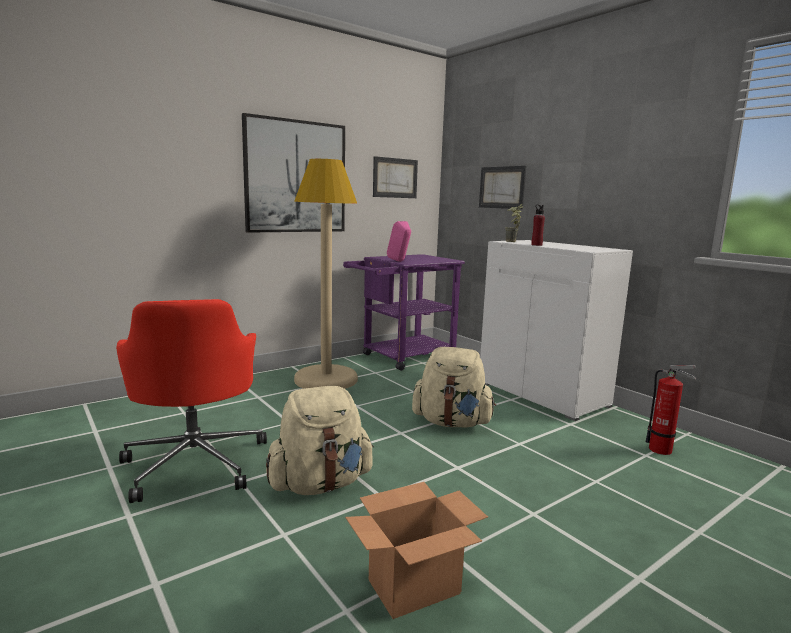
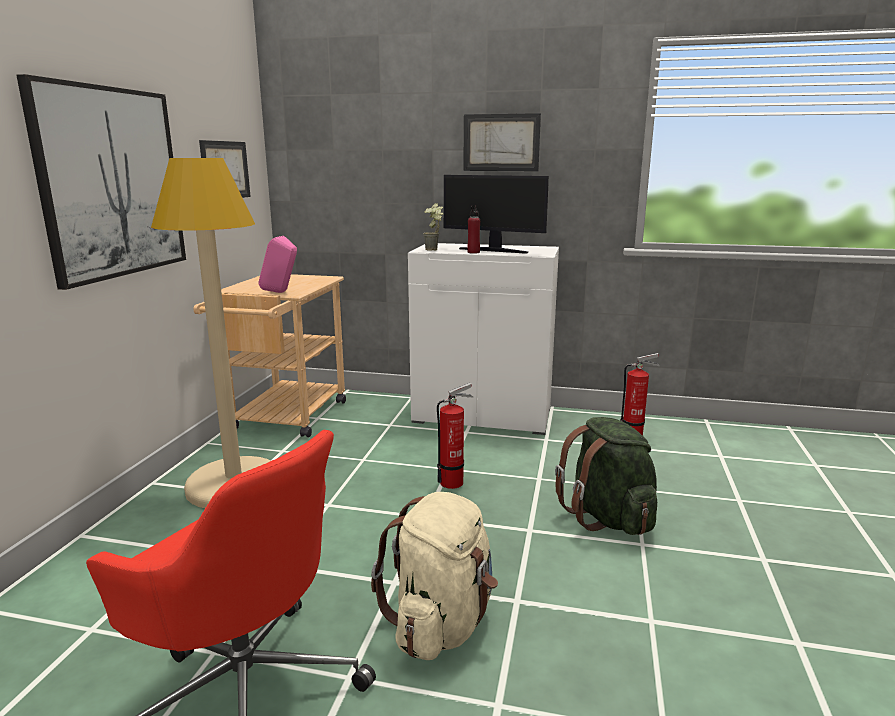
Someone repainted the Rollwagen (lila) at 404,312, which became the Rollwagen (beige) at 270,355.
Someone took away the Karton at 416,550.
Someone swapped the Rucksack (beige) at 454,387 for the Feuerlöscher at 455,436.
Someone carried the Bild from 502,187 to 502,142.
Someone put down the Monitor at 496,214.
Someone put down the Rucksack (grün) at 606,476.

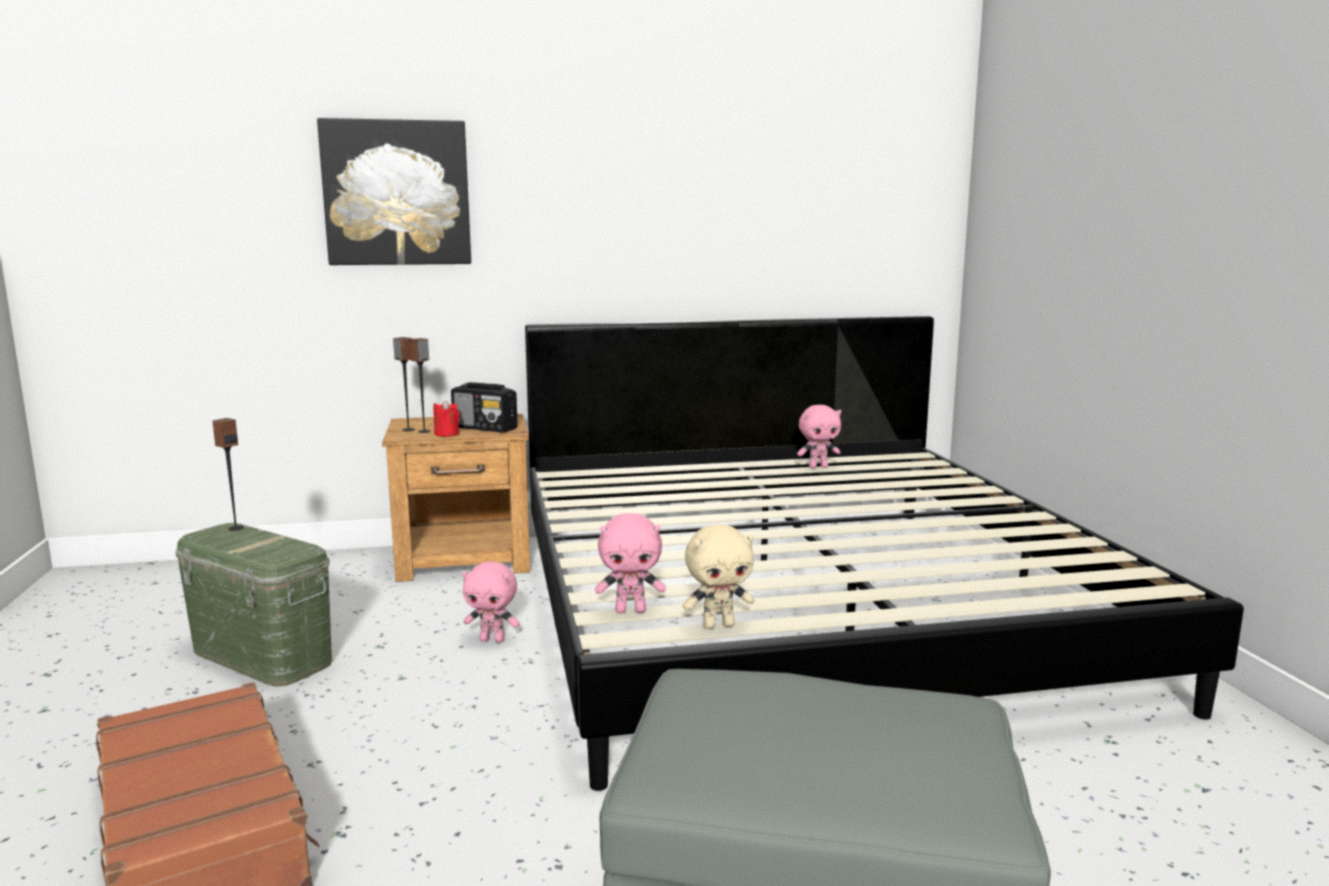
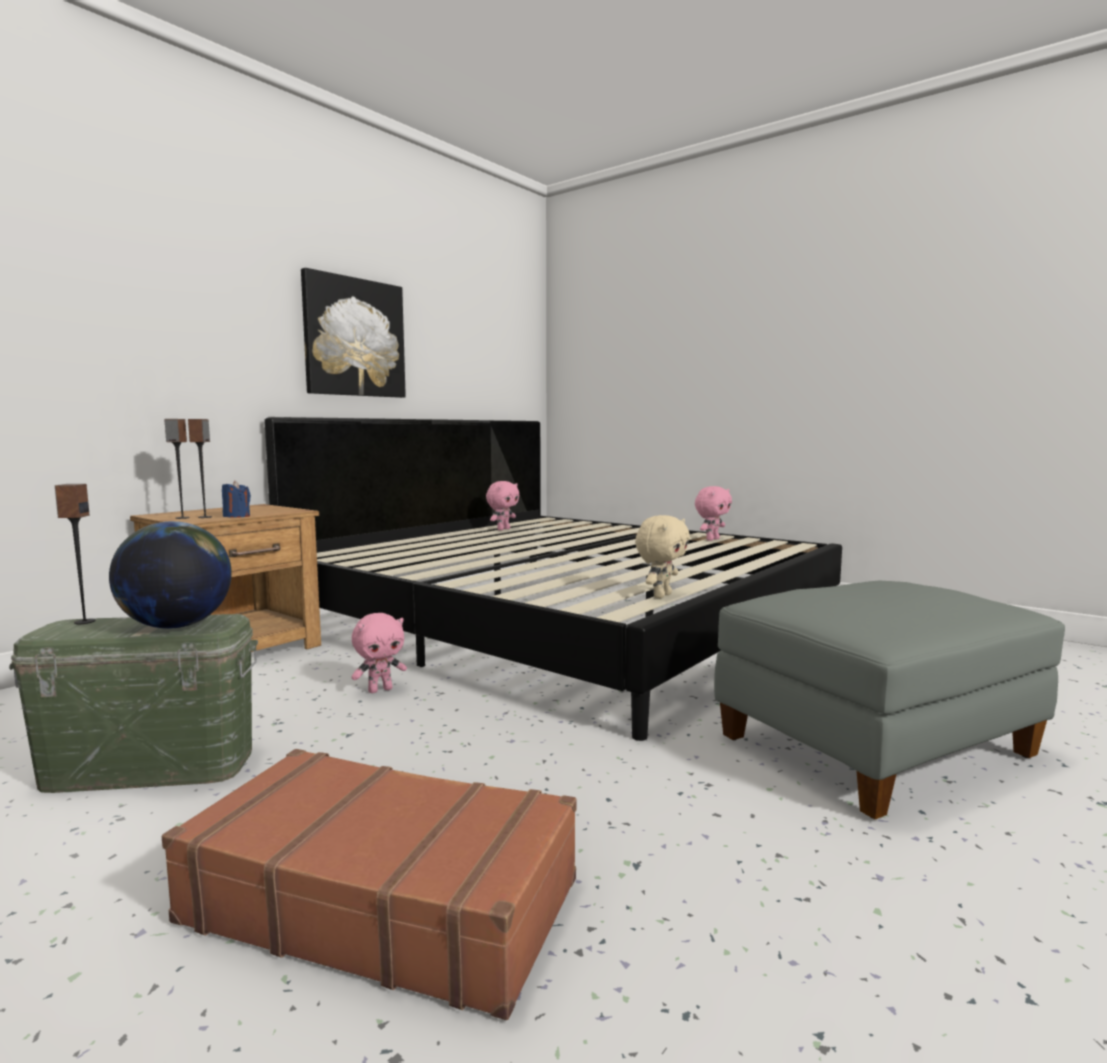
Someone carried the Bild from 394,191 to 353,333.
Someone repainted the Kerze (rot) at 446,418, which became the Kerze (blau) at 236,499.
Someone took away the Radio at 484,407.
Someone carried the Plüschtier (rosa) from 630,563 to 713,513.
Someone put down the Globus at 170,575.

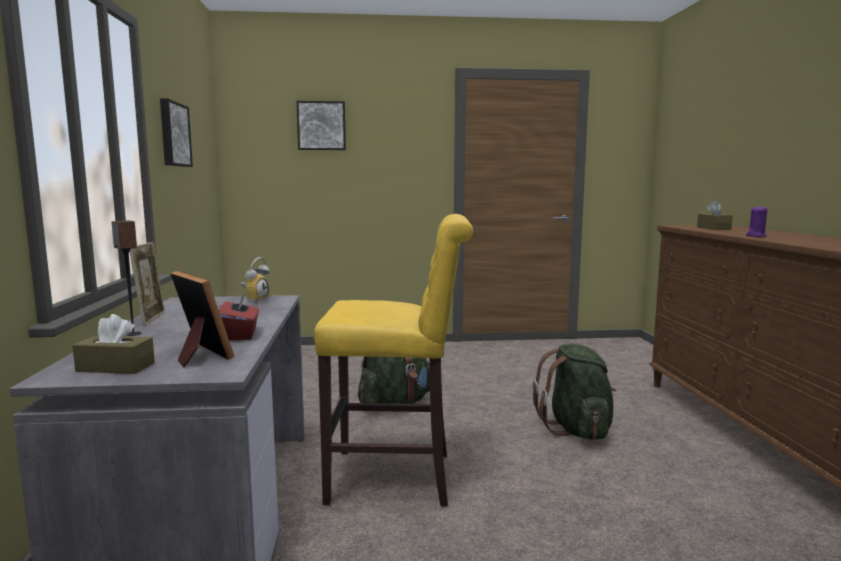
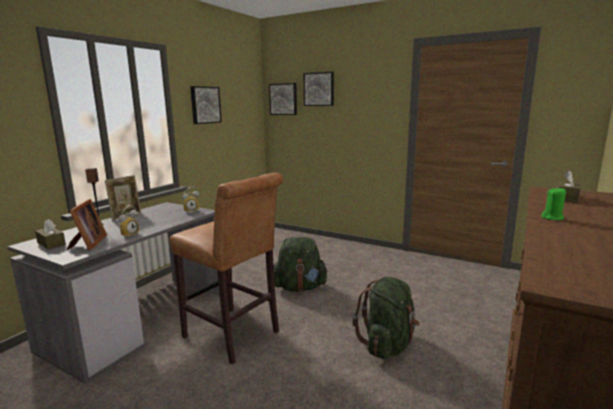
Someone swapped the Taschentuchbox (rot) at 239,316 for the Wecker at 128,221.
Someone repainted the Hocker (gelb) at 393,360, which became the Hocker (braun) at 226,268.
Someone repainted the Kerze (lila) at 756,221, which became the Kerze (grün) at 553,203.
Someone put up the Bild at 283,99.

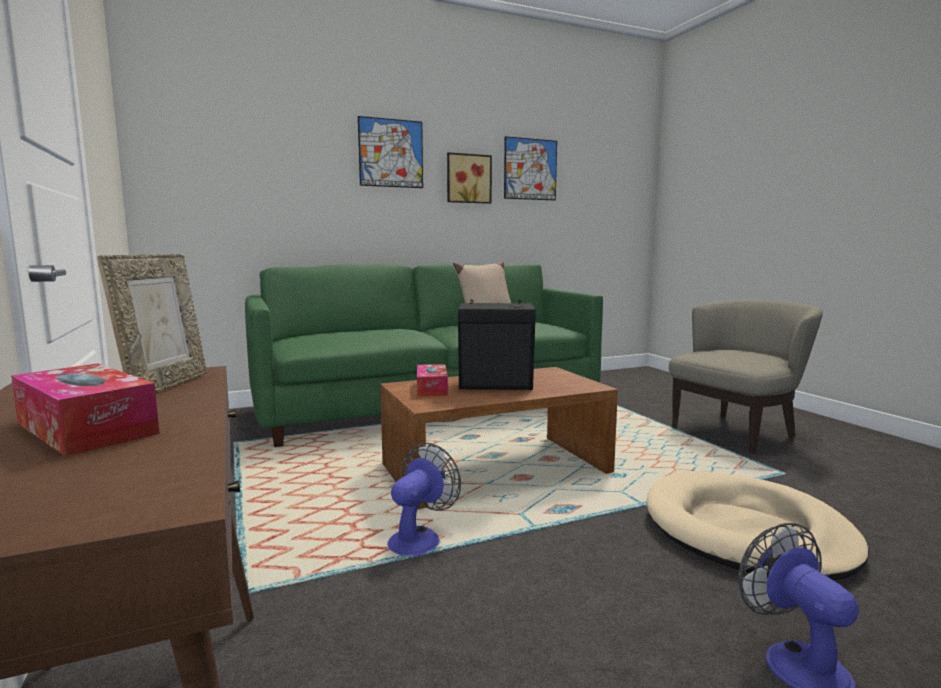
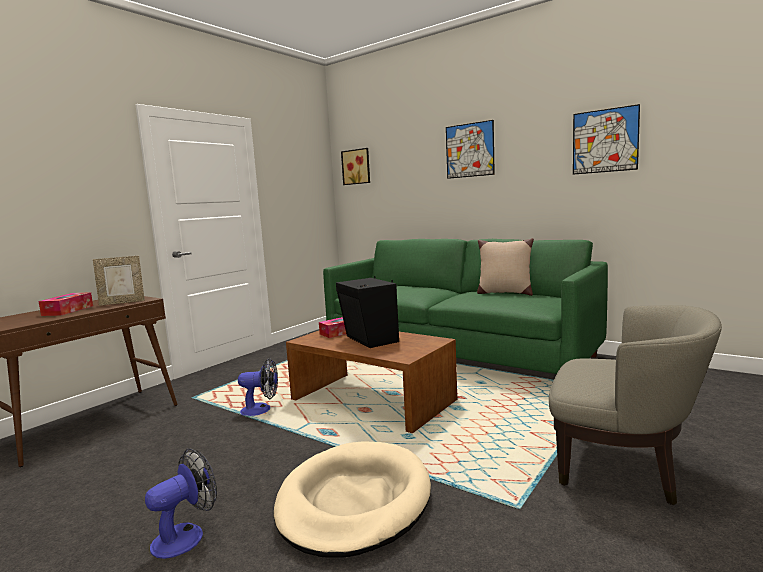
Someone carried the Bild from 469,178 to 355,166.

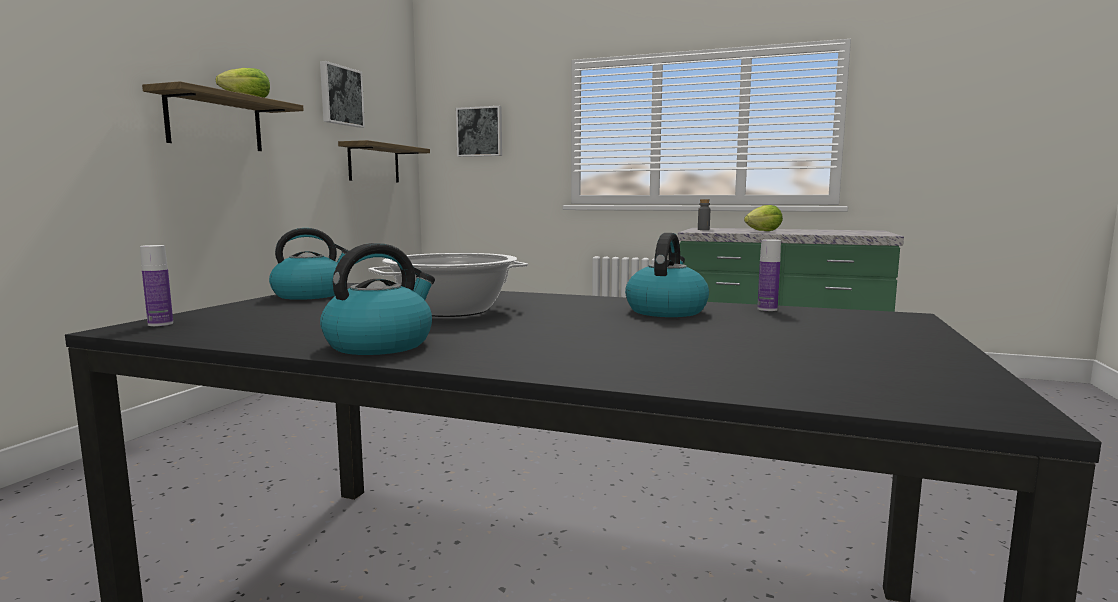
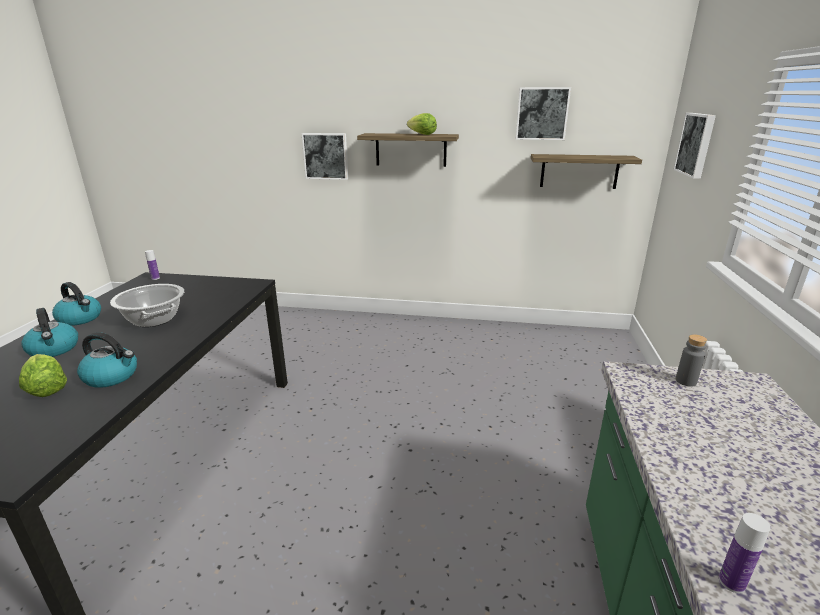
Someone carried the Wasserkessel from 309,264 to 49,332.
Someone carried the Salatkopf from 763,218 to 43,375.
Someone carried the Flasche from 769,275 to 745,553.
Someone put up the Bild at 325,156.

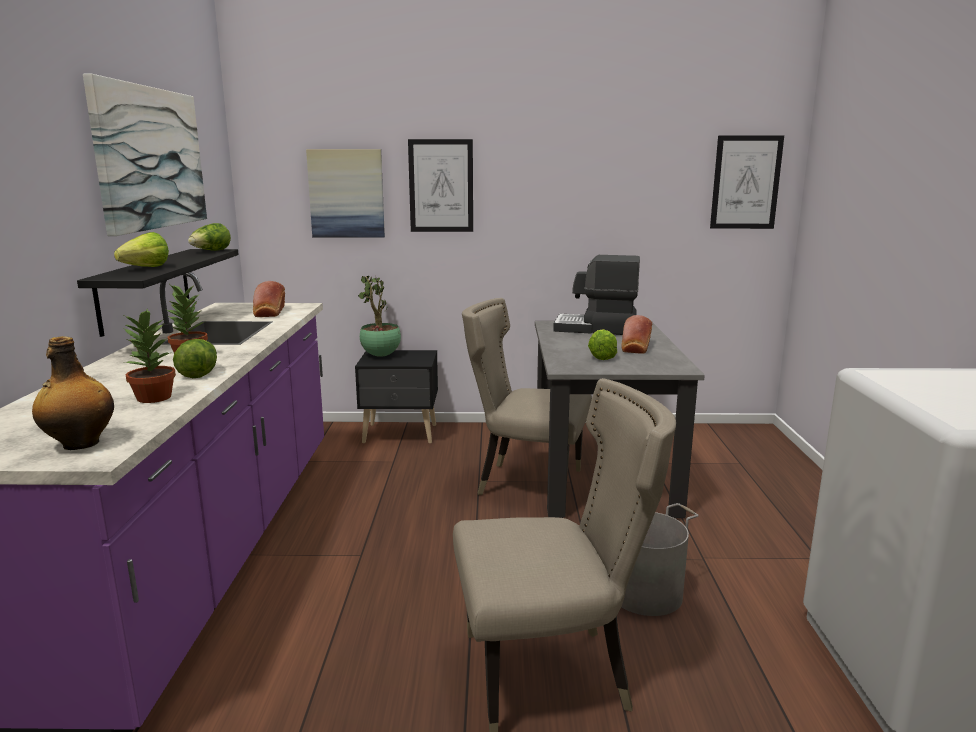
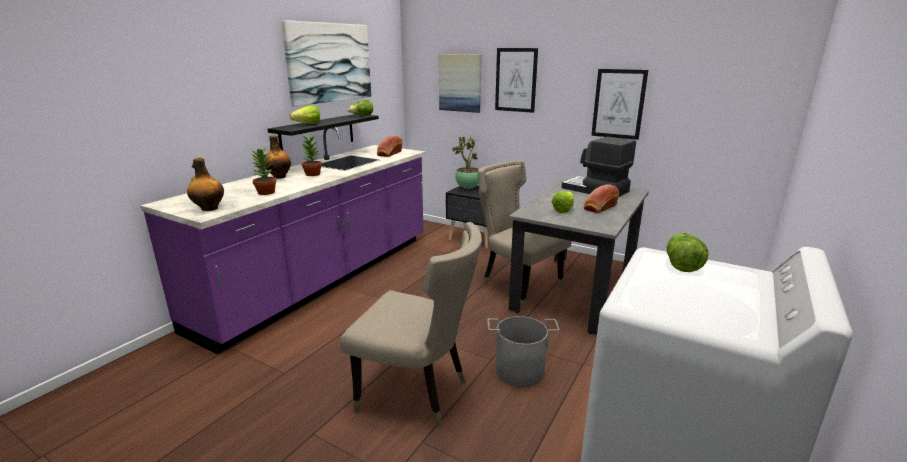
Someone carried the Salatkopf from 195,358 to 688,252.
Someone carried the Bild from 747,182 to 619,104.
Someone put down the Flasche at 278,157.

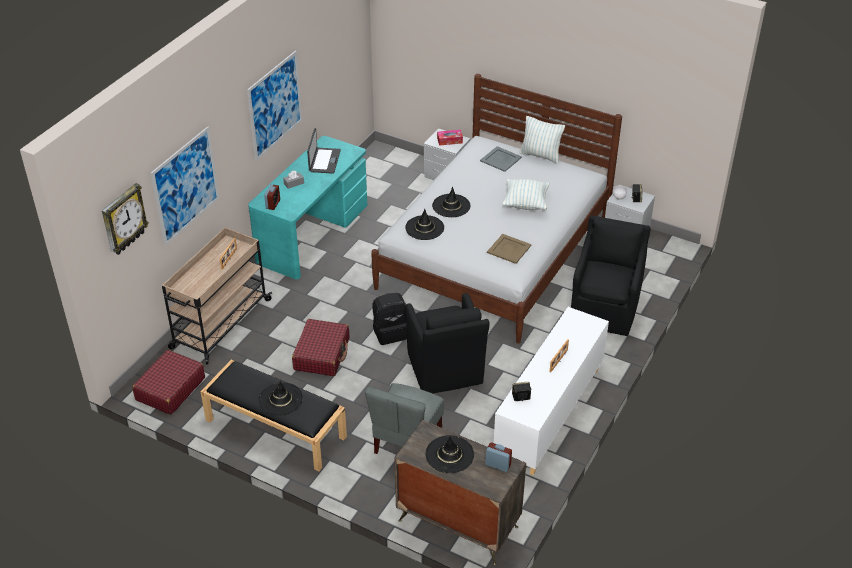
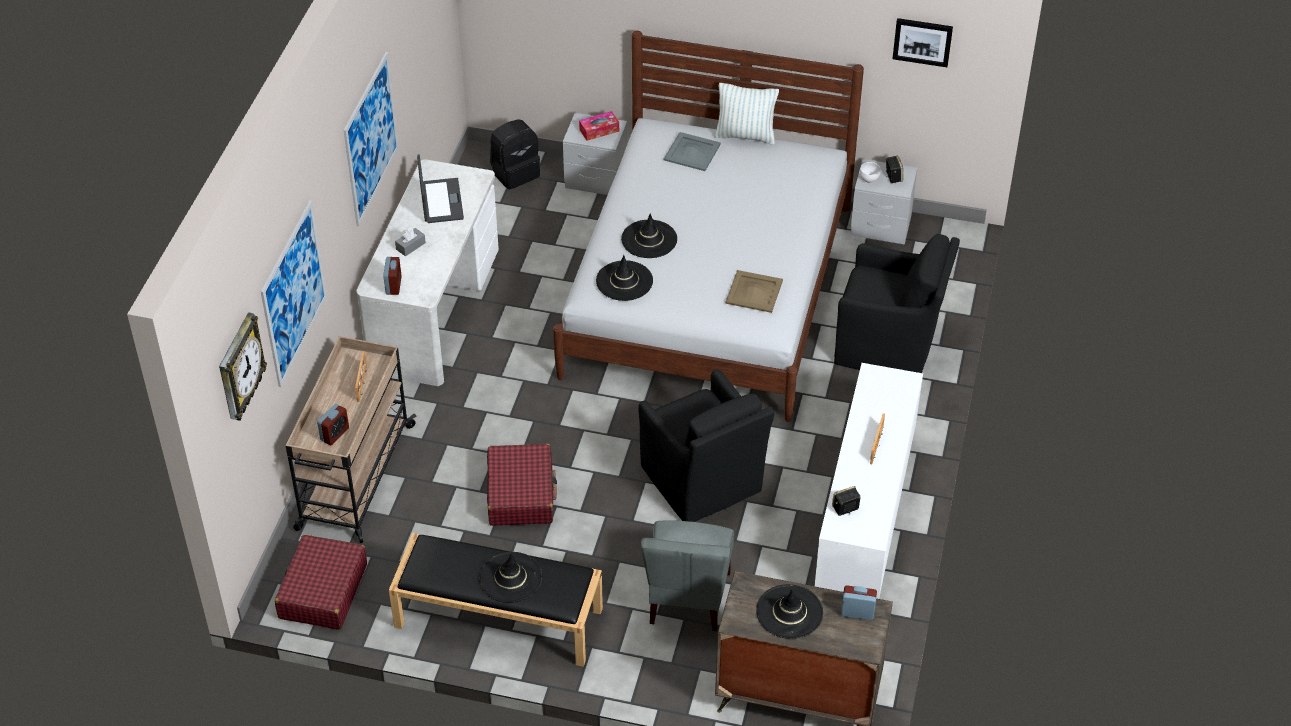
Someone repainted the Schreibtisch (türkis) at 307,207, which became the Schreibtisch (weiß) at 427,272.
Someone carried the Rucksack (schwarz) from 389,319 to 515,154.
Someone took away the Kissen at 526,194.
Someone rotated the Sessel (schwarz) at 610,275 by 105 degrees clockwise.
Someone put down the Wecker at 333,424.
Someone put up the Bild at 923,42.

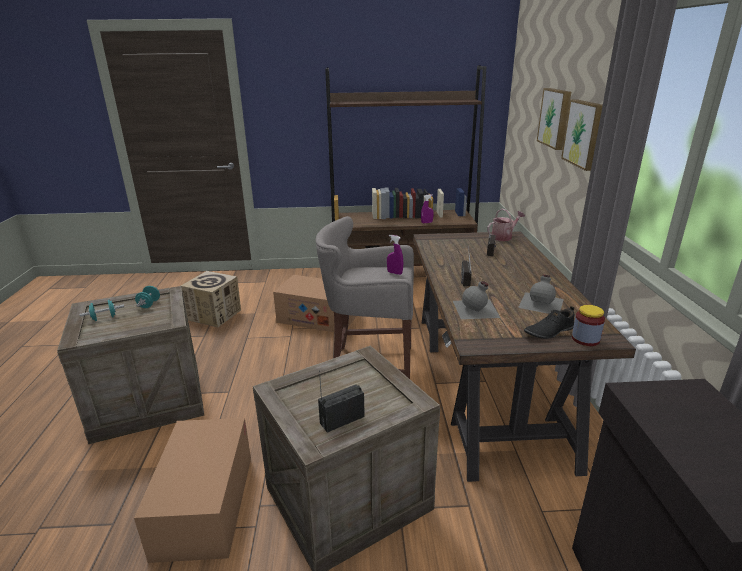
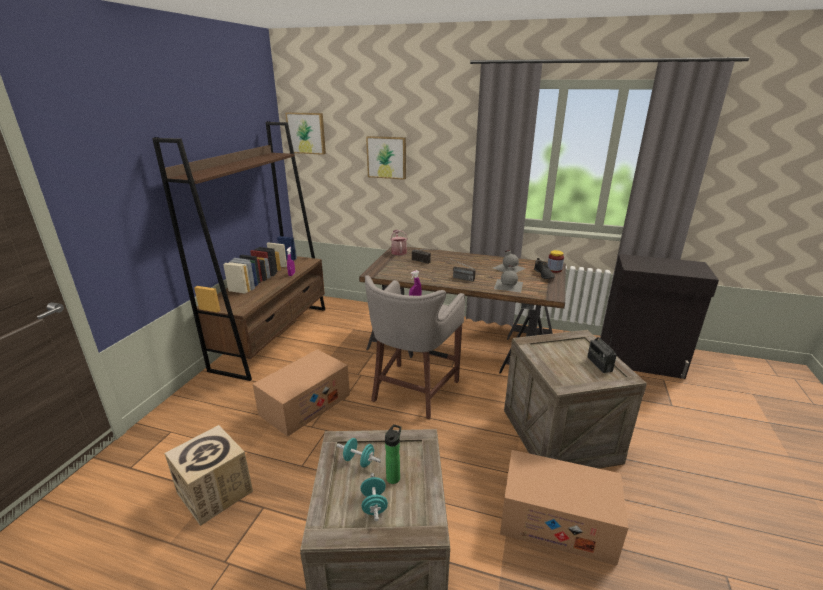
Someone carried the Bild from 582,135 to 306,133.
Someone put down the Flasche at 393,454.

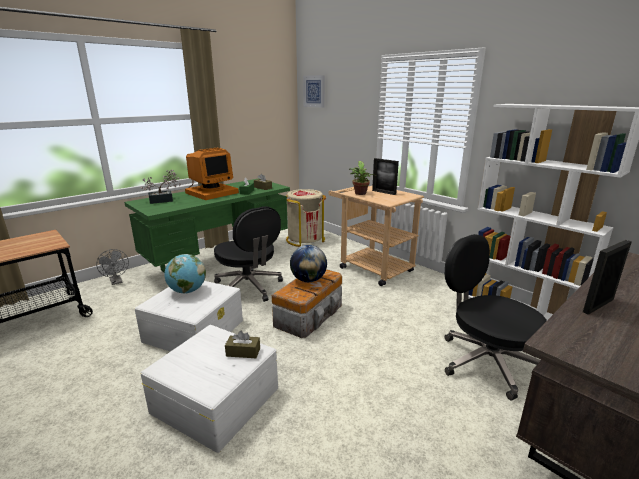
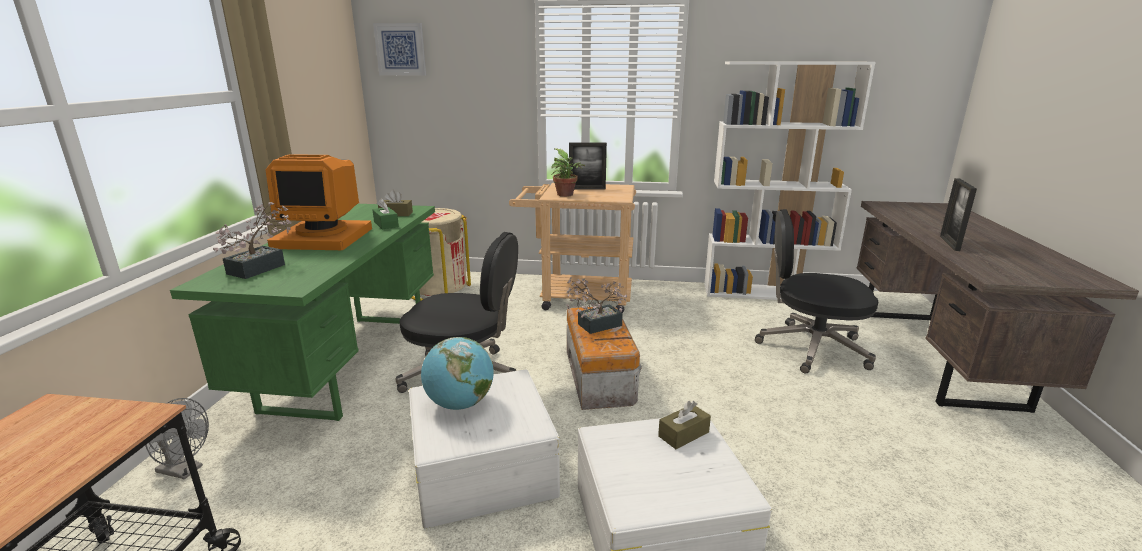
Someone rotated the Monitor at 212,174 by 90 degrees clockwise.
Someone swapped the Globus at 308,263 for the Topfpflanze at 596,305.

